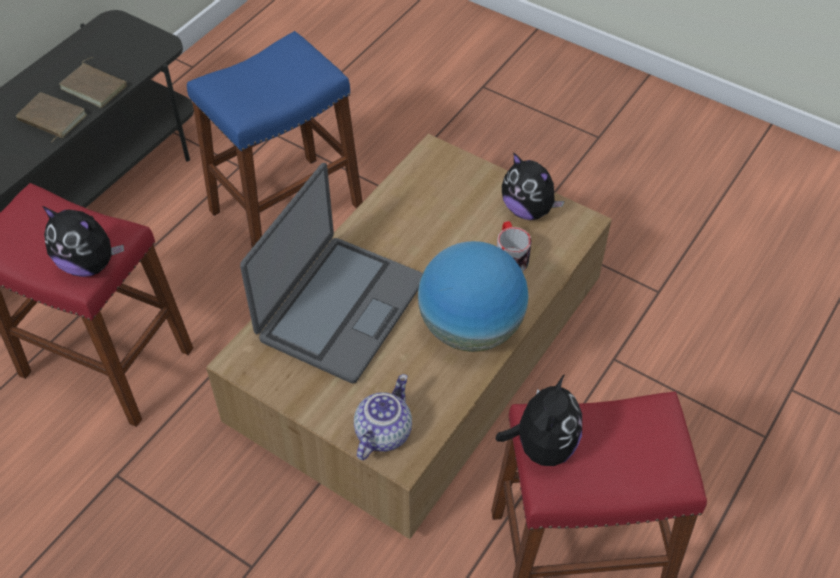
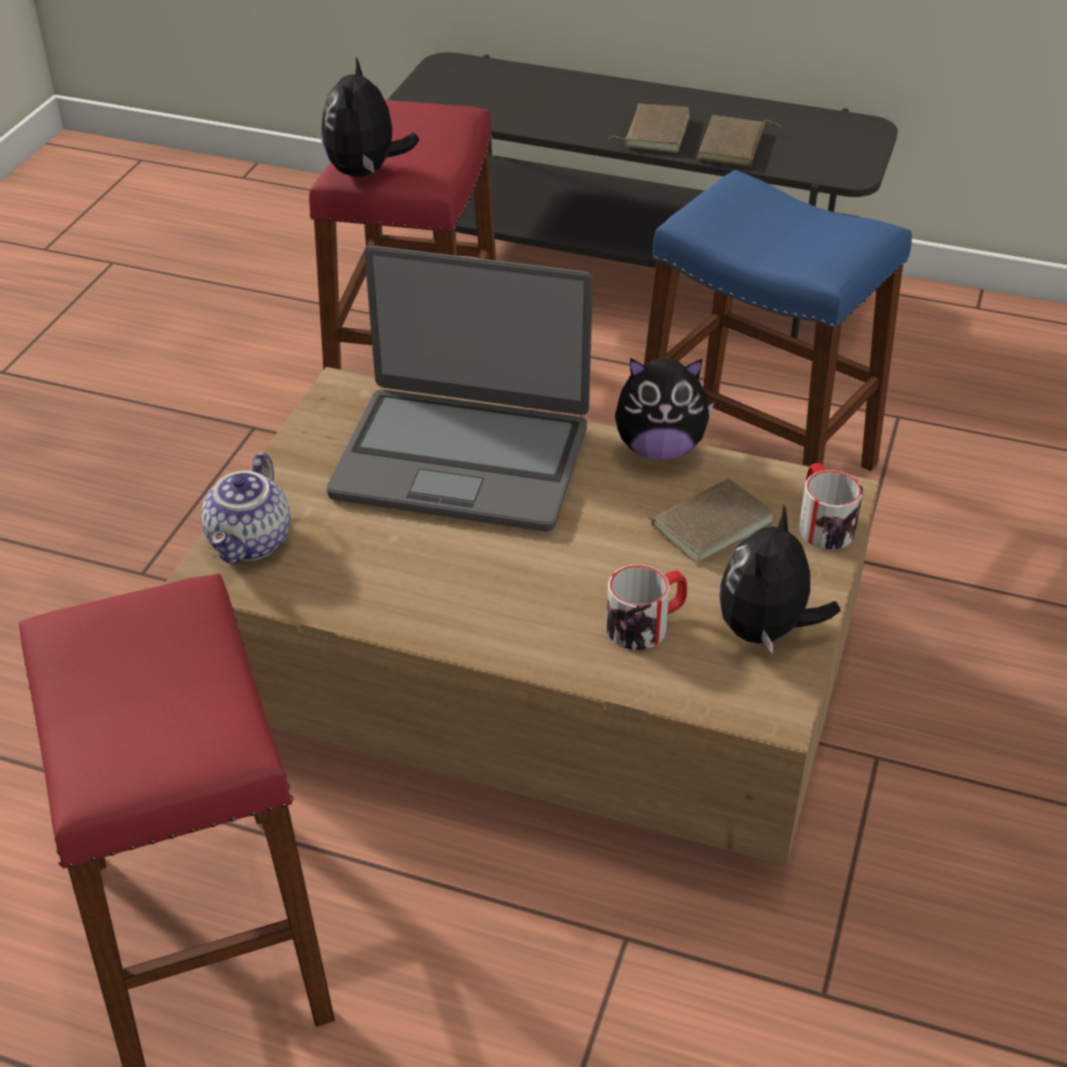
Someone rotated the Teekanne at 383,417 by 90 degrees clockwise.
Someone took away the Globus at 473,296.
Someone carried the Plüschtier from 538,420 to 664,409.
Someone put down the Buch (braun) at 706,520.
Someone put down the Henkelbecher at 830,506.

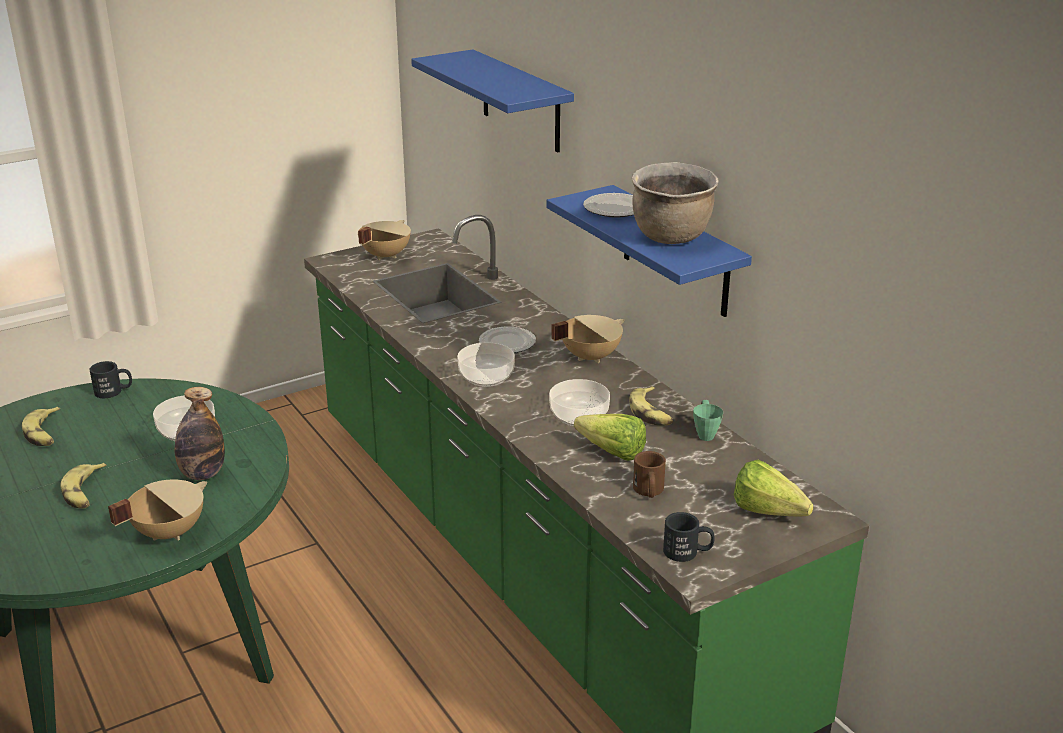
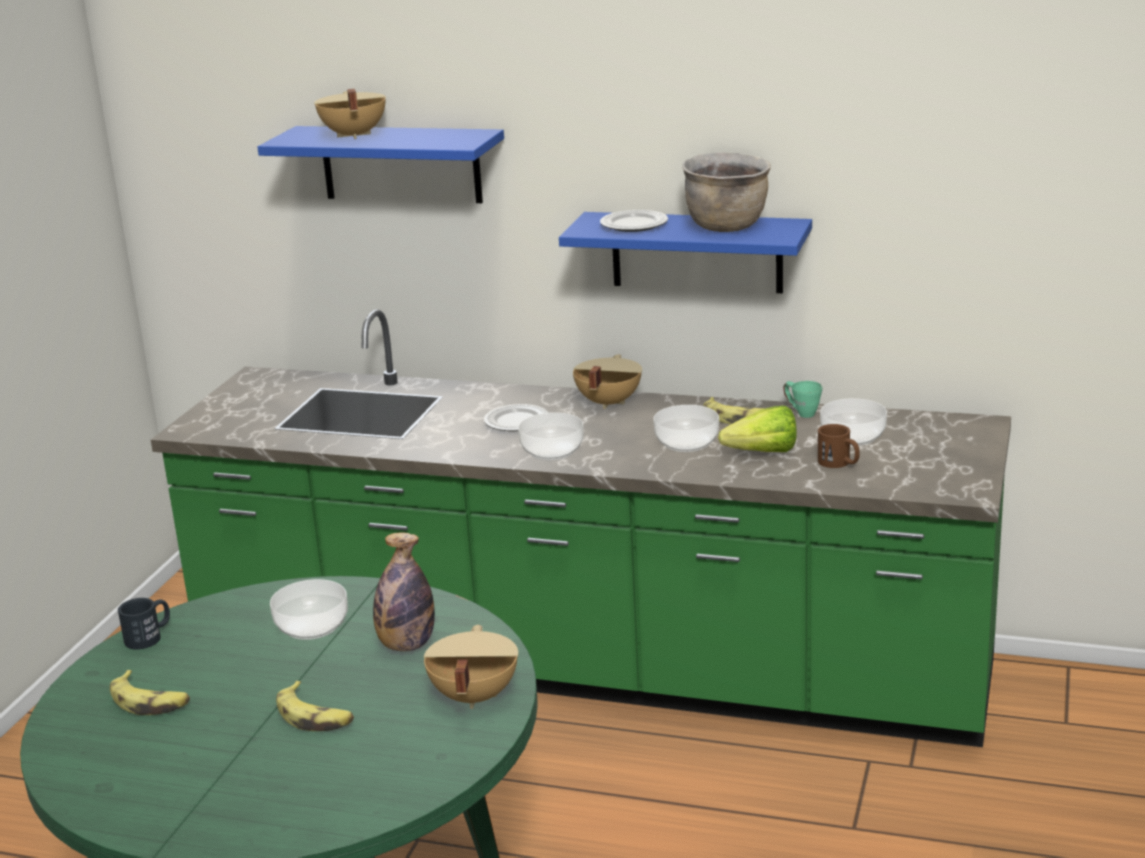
Someone carried the Kochtopf (beige) from 384,240 to 350,114.
Someone took away the Henkelbecher (schwarz) at 689,537.
Someone took away the Salatkopf at 774,488.
Someone put down the Schüssel at 853,422.

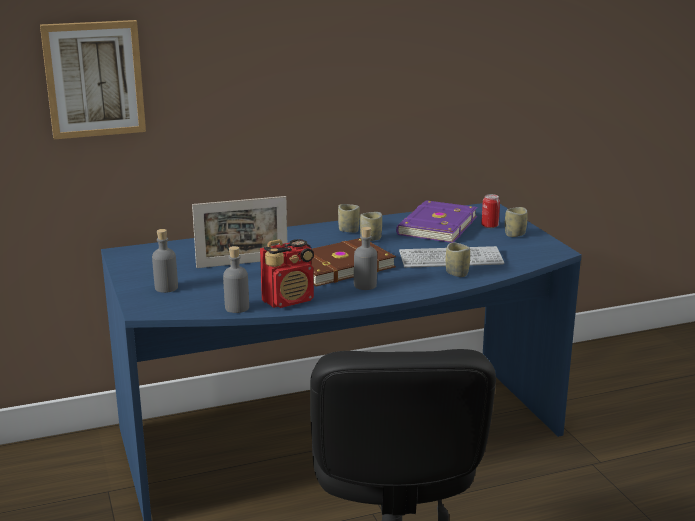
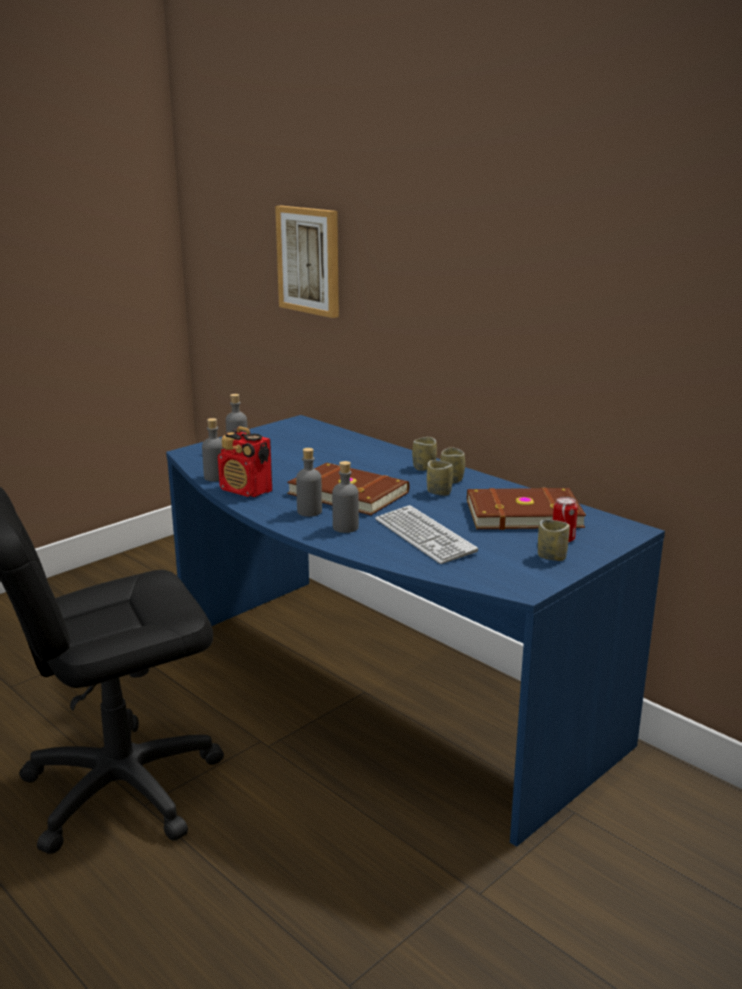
Someone took away the Bilderrahmen at 239,232.
Someone repainted the Buch (lila) at 437,221, which became the Buch (braun) at 526,509.
Someone carried the Tasse from 458,260 to 424,454.
Someone put down the Flasche (grau) at 345,497.

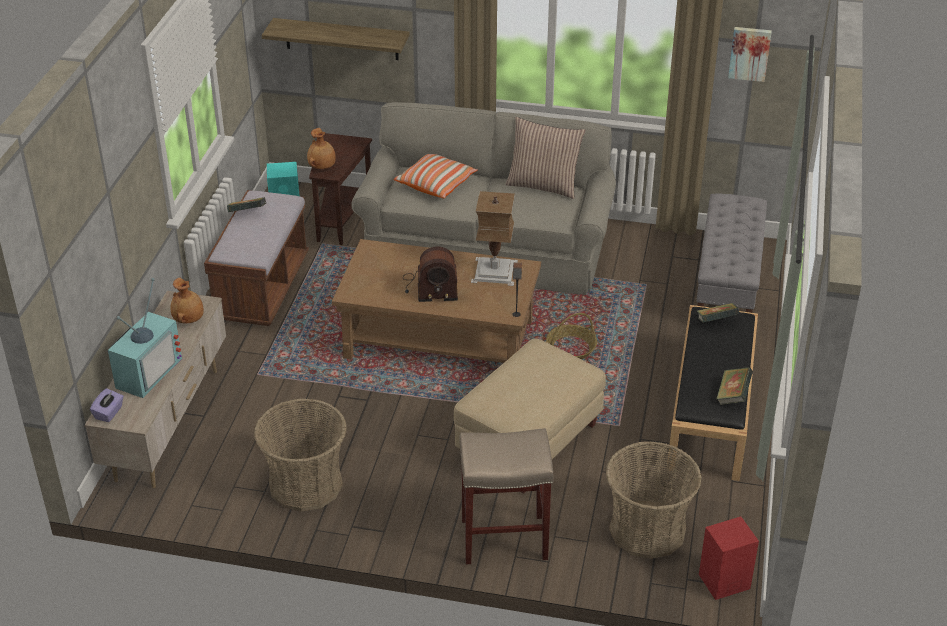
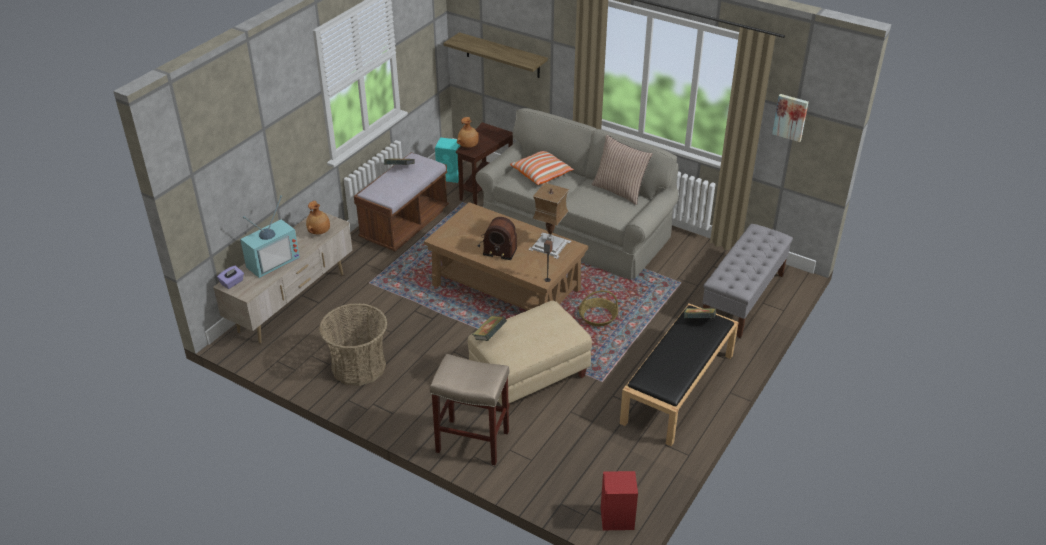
Someone took away the Korb at 654,500.
Someone carried the Buch from 734,386 to 489,328.

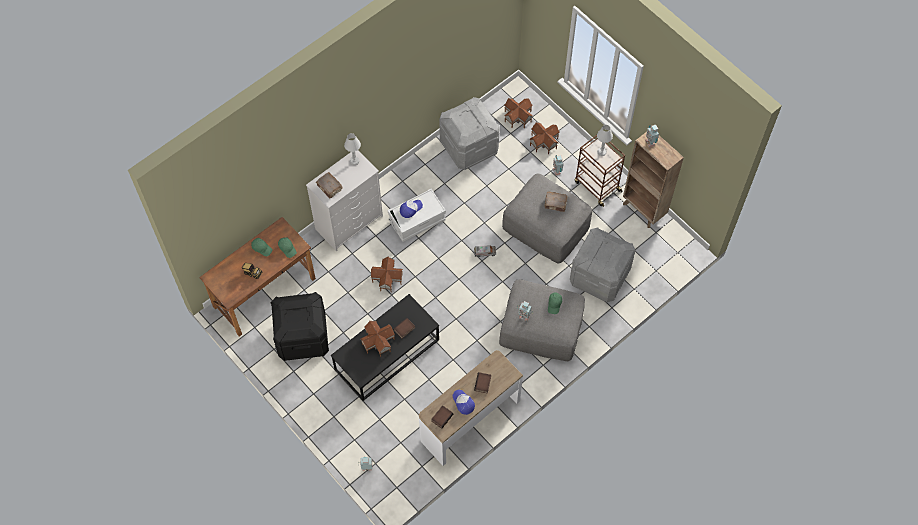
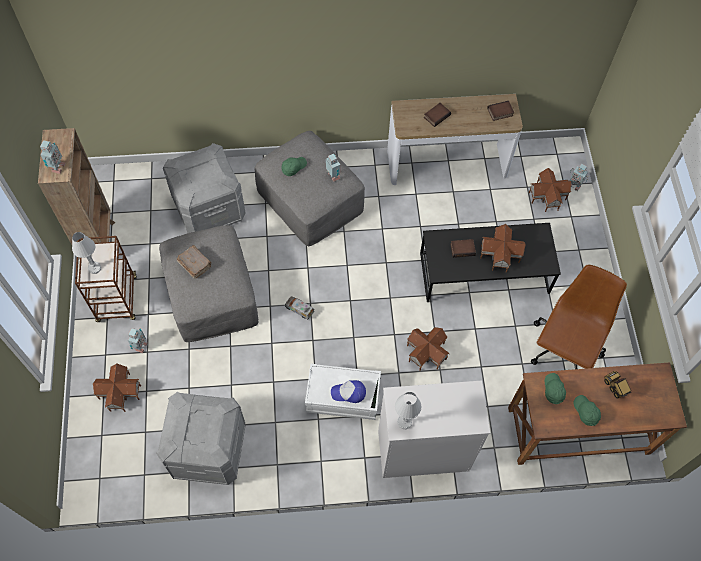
Someone swapped the Aufbewahrungsbox (schwarz) at 300,326 for the Bürostuhl (braun) at 579,317.
Someone took away the Buch (braun) at 329,185.
Someone took away the Kappe at 464,402.
Someone carried the Spielzeughaus from 518,113 to 550,190.

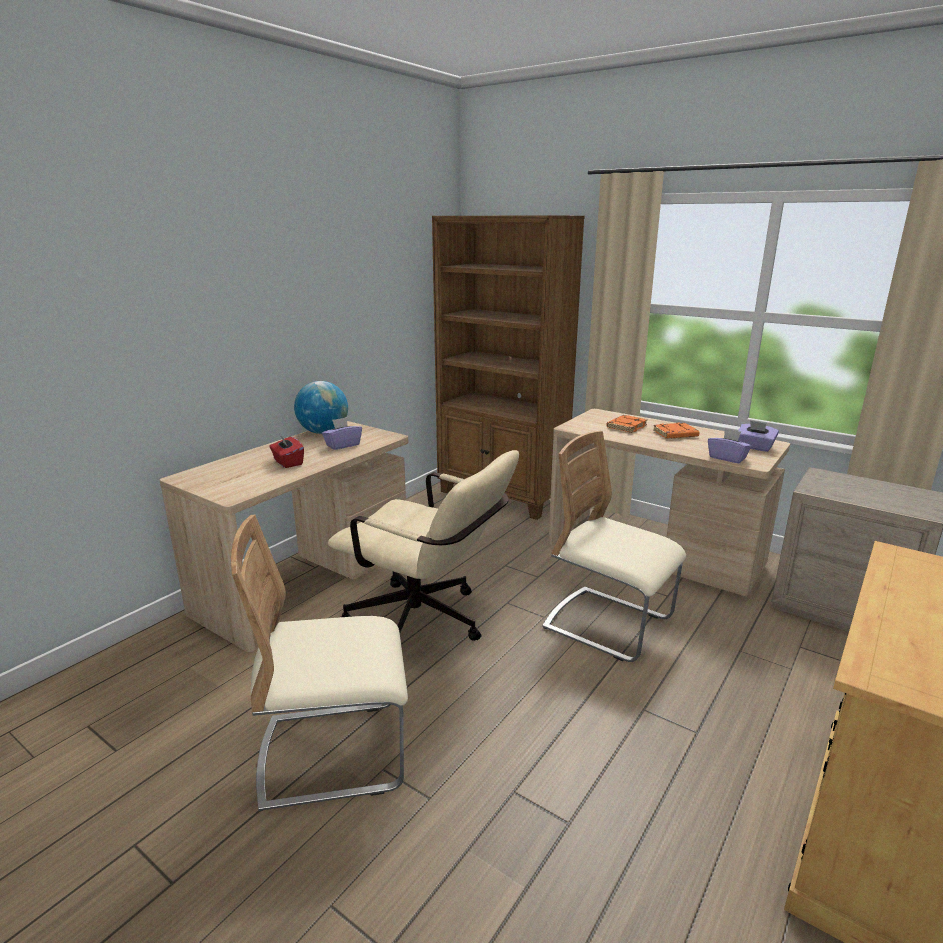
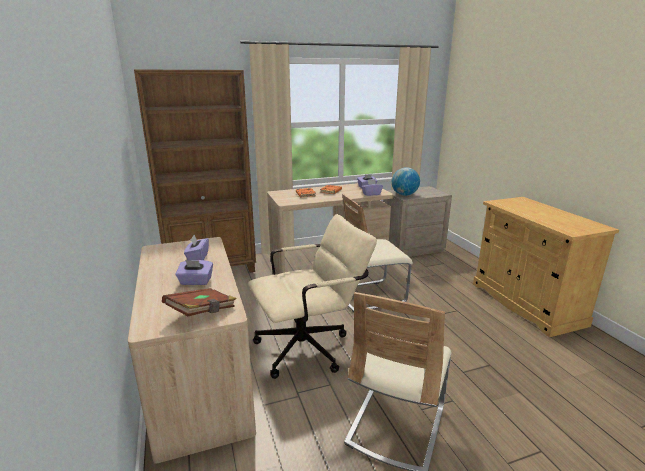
Someone repainted the Taschentuchbox (rot) at 286,451, which became the Taschentuchbox (lila) at 194,272.
Someone carried the Globus from 321,407 to 406,181.
Someone put down the Buch (braun) at 199,302.

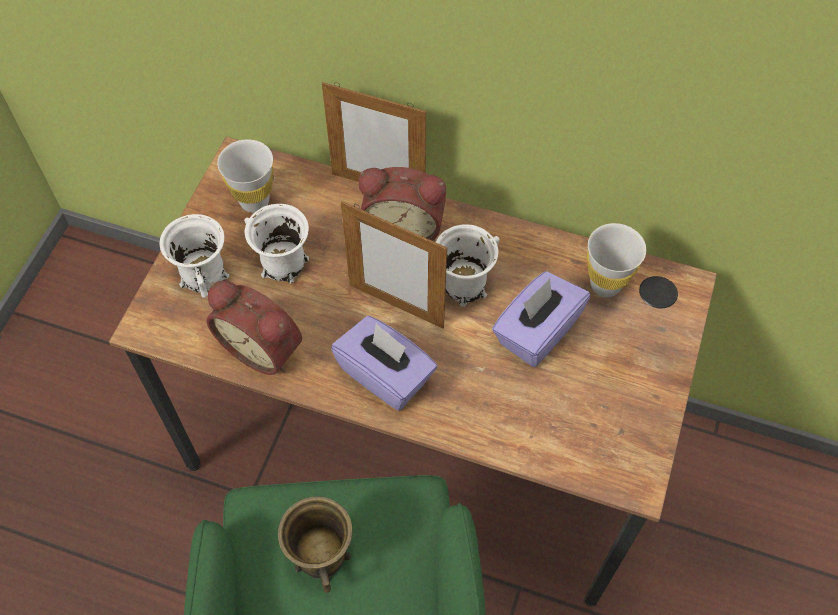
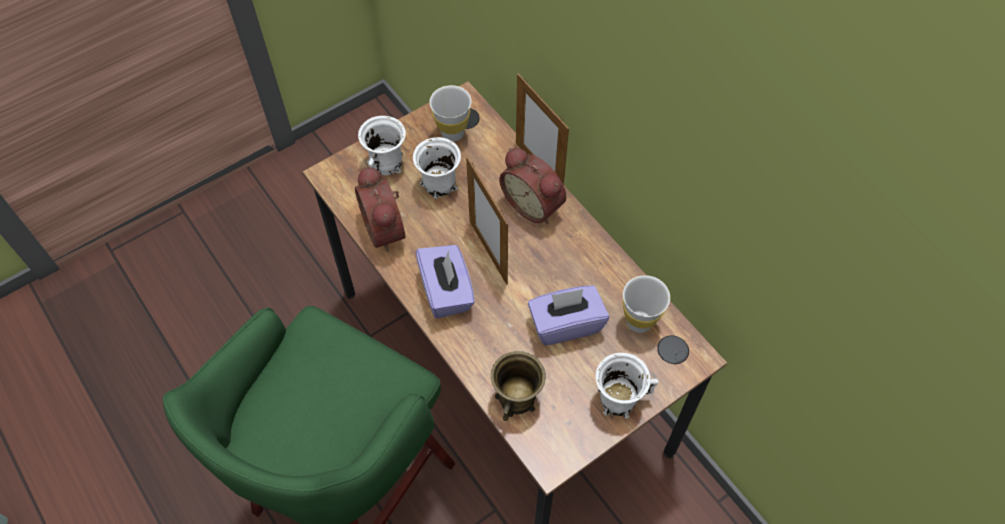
Someone carried the Henkelbecher (braun) from 315,544 to 518,386.
Someone carried the Henkelbecher (weiß) from 467,265 to 626,385.

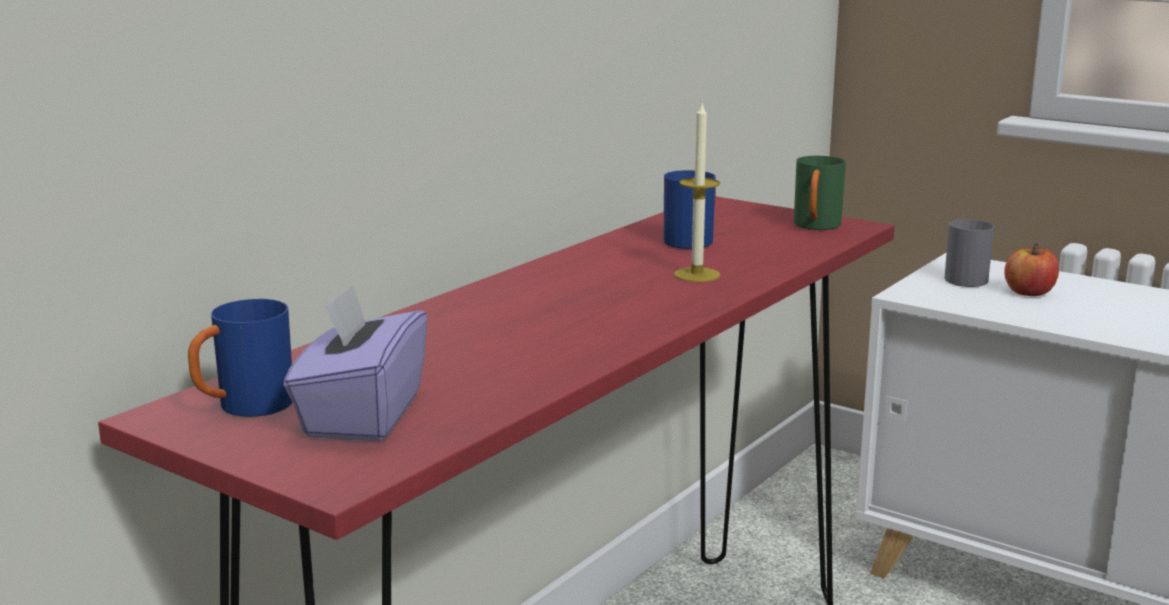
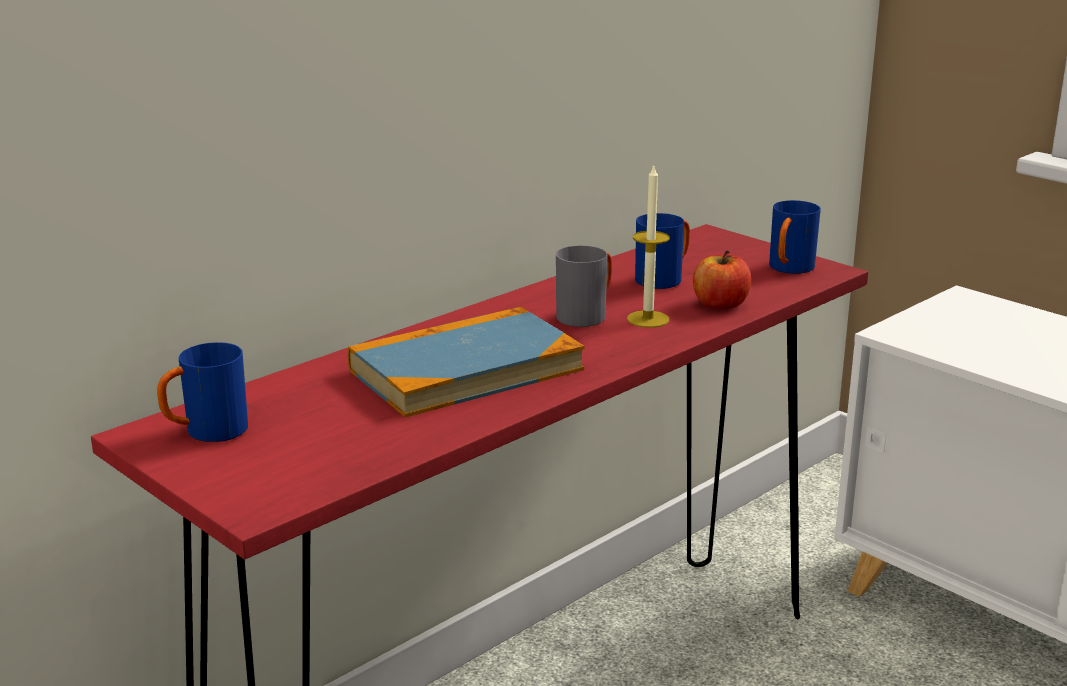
Someone took away the Taschentuchbox (lila) at 355,362.
Someone repainted the Henkelbecher (grün) at 820,193, which became the Henkelbecher (blau) at 795,237.
Someone carried the Henkelbecher (grau) from 969,253 to 584,286.
Someone carried the Apfel from 1031,269 to 722,280.
Someone put down the Buch at 466,362.

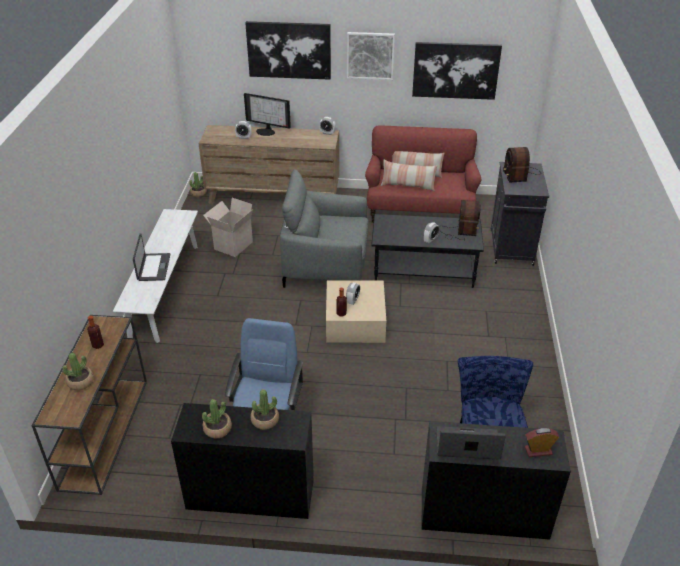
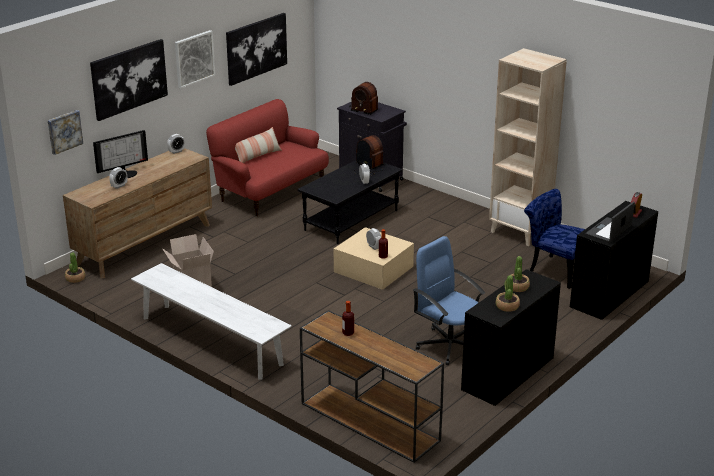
Someone took away the Topfpflanze at 78,371.
Someone took away the Laptop at 151,257.
Someone took away the Sessel (grau) at 324,228.
Someone took away the Kissen at 409,175.
Someone put up the Bild at 65,132.
Someone put down the Bücherregal (beige) at 528,147.

